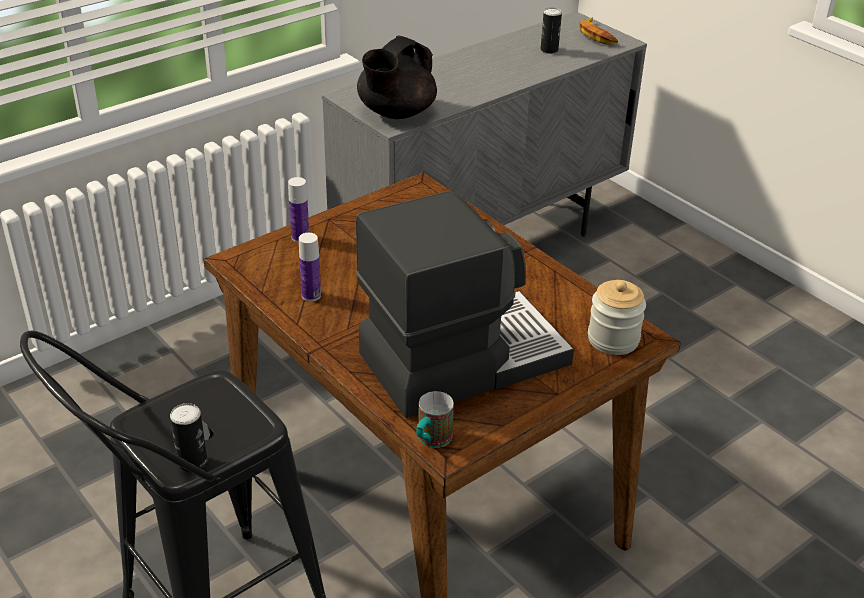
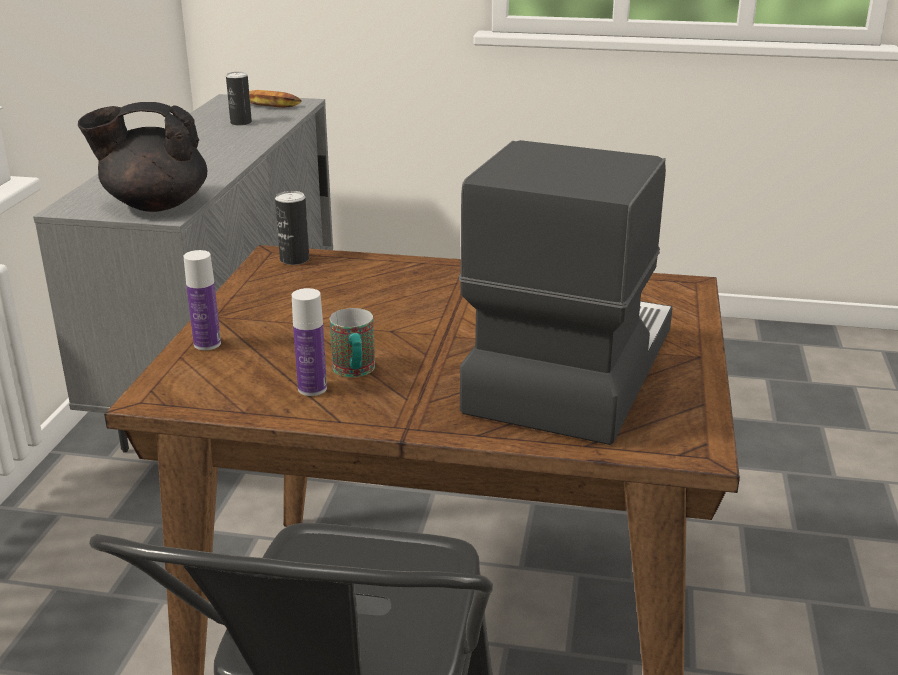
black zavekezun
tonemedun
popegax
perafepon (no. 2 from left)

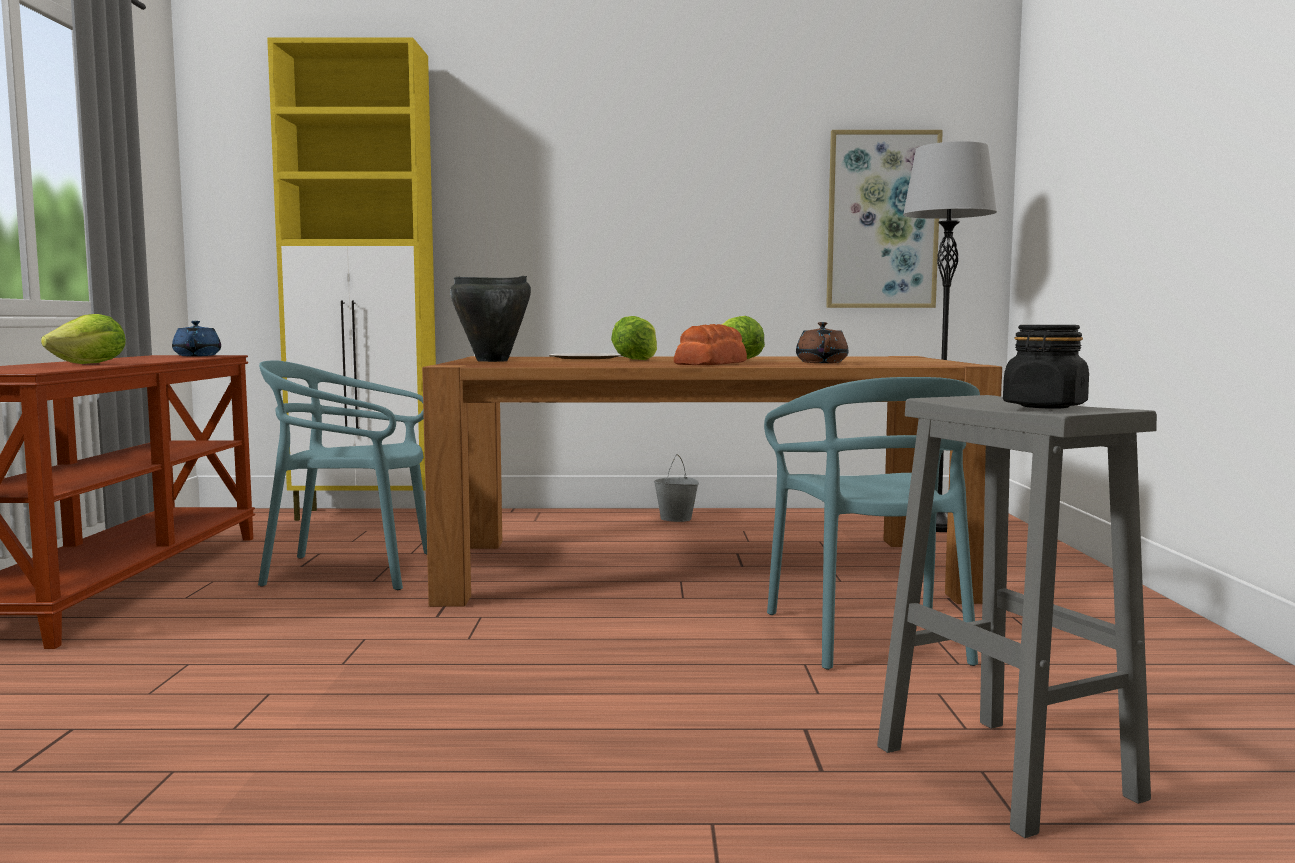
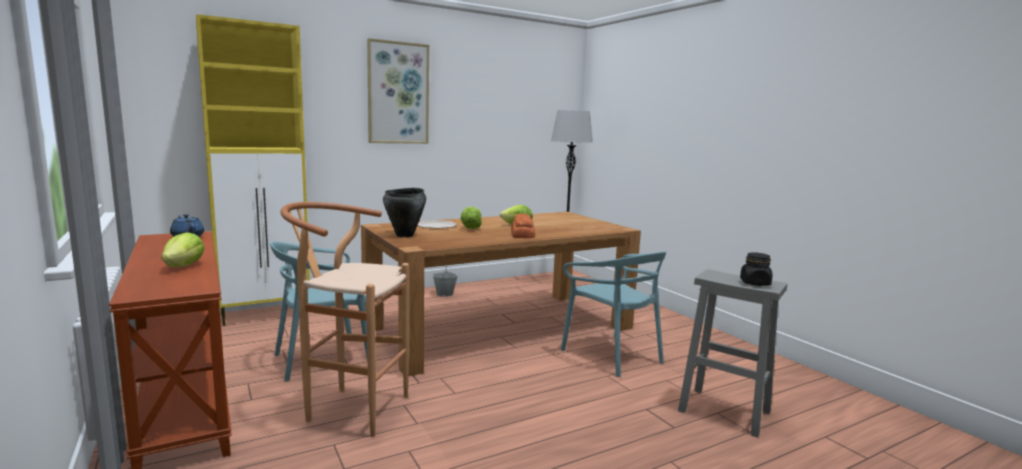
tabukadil
brown zavekezun
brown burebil

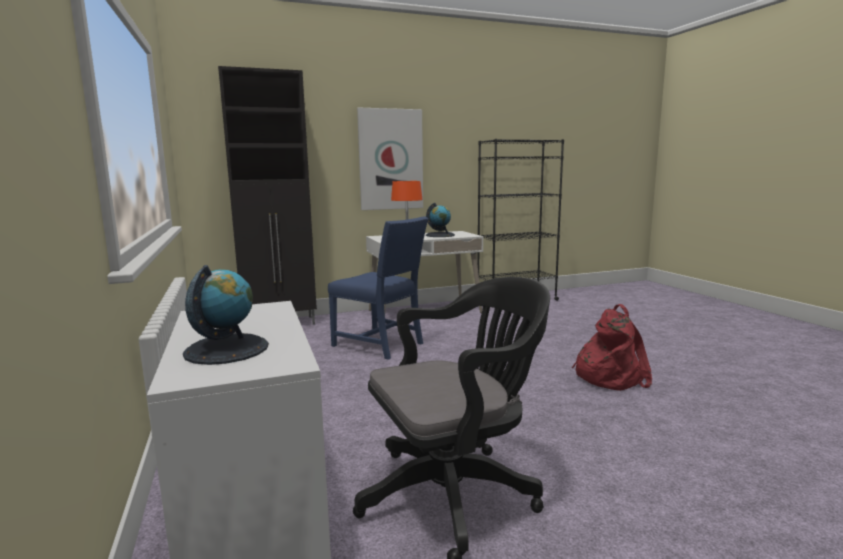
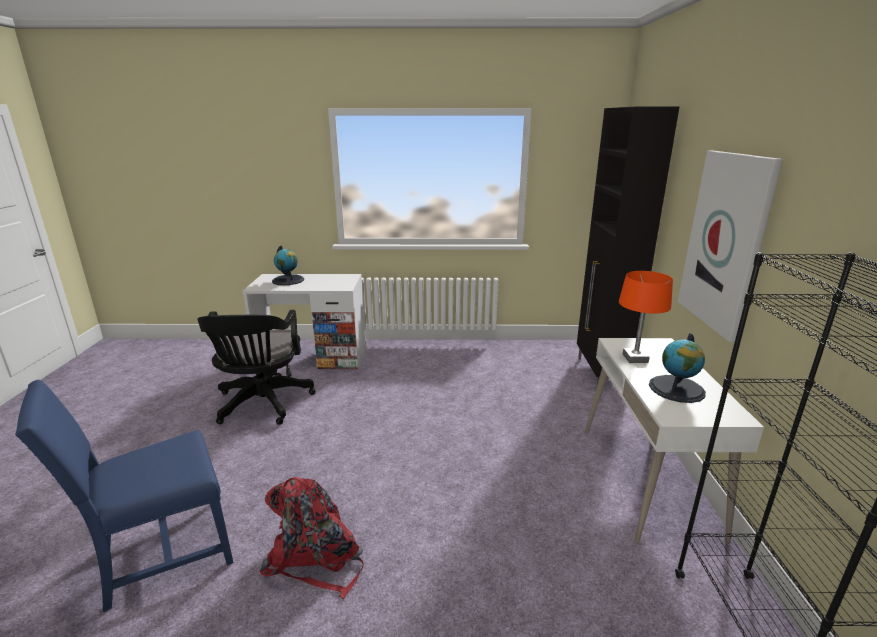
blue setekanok

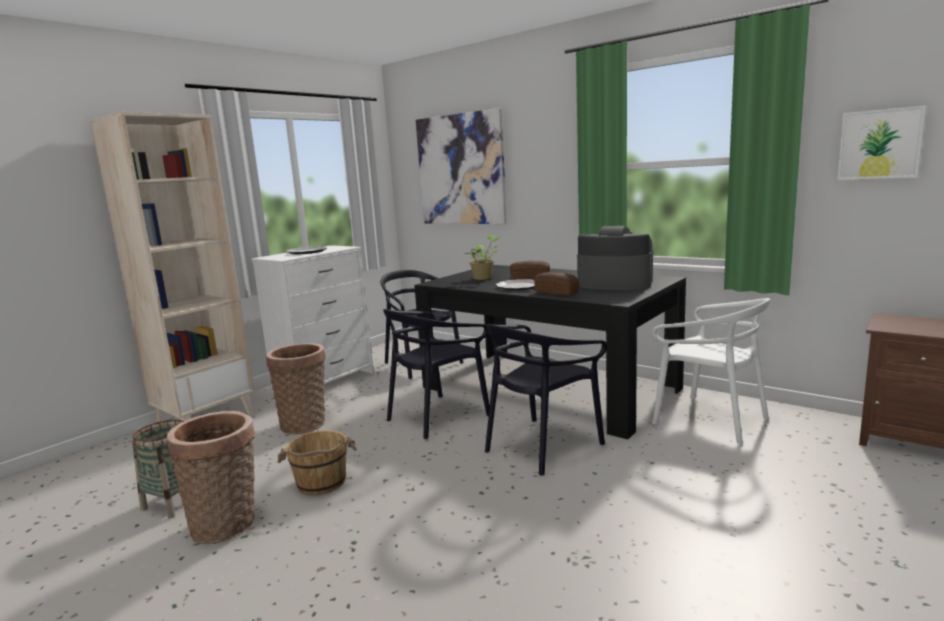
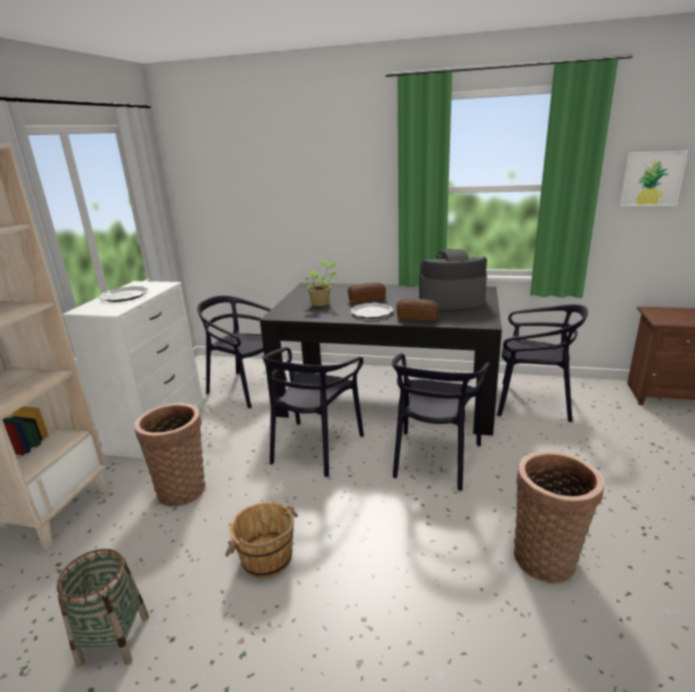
tabukadil (no. 1 from left in the first image)
black setekanok (no. 4 from left)
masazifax (no. 3 from left)

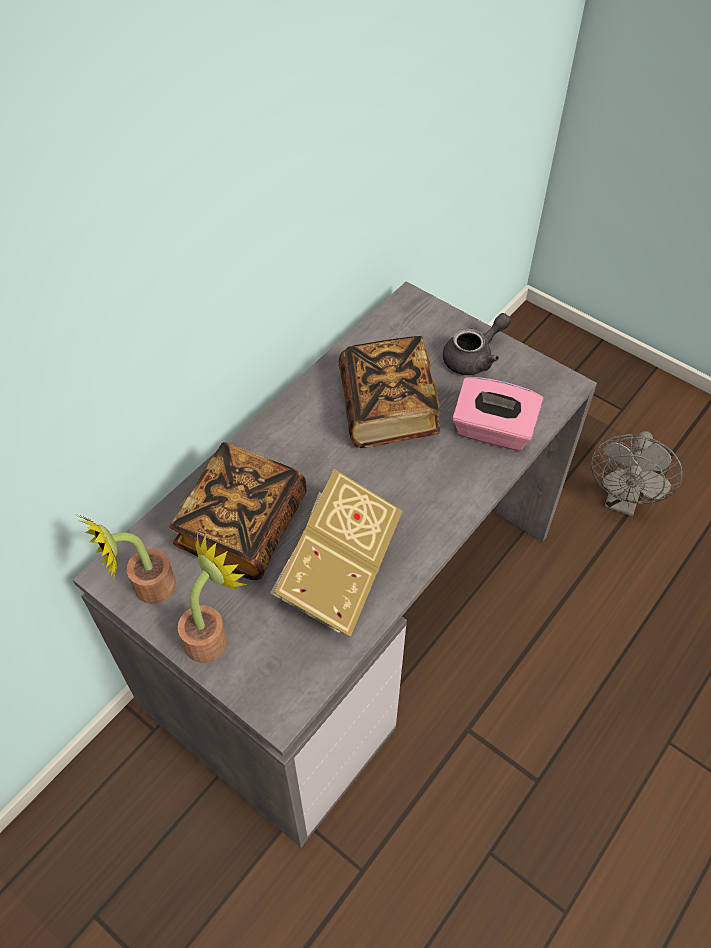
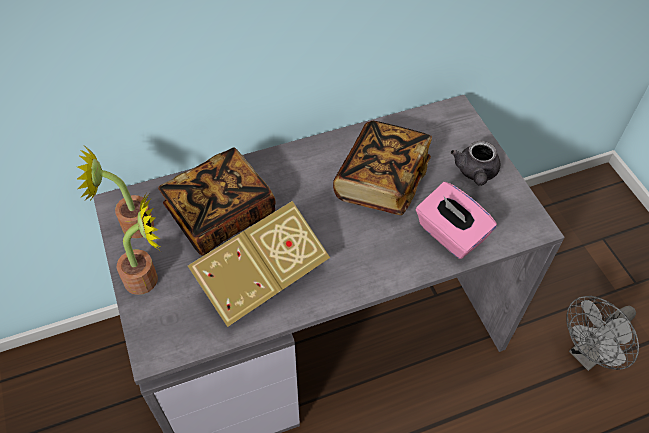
grey zavekezun

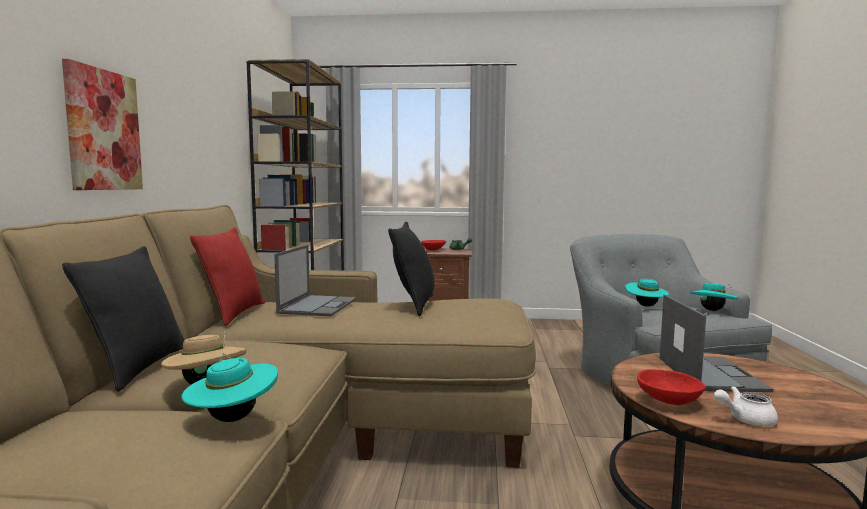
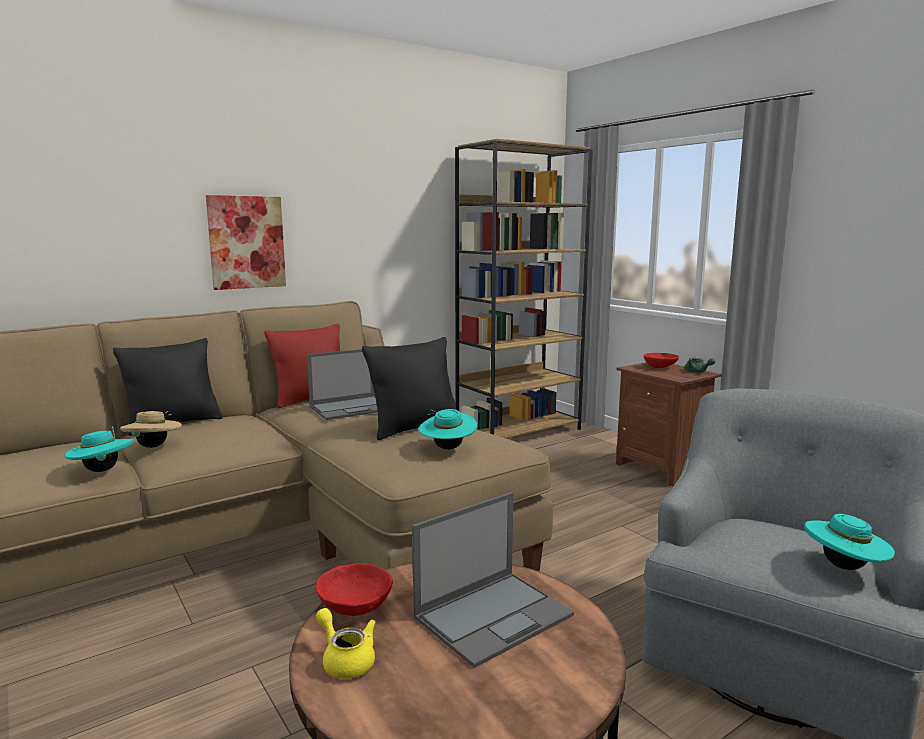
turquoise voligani (no. 2 from left)
yellow zavekezun

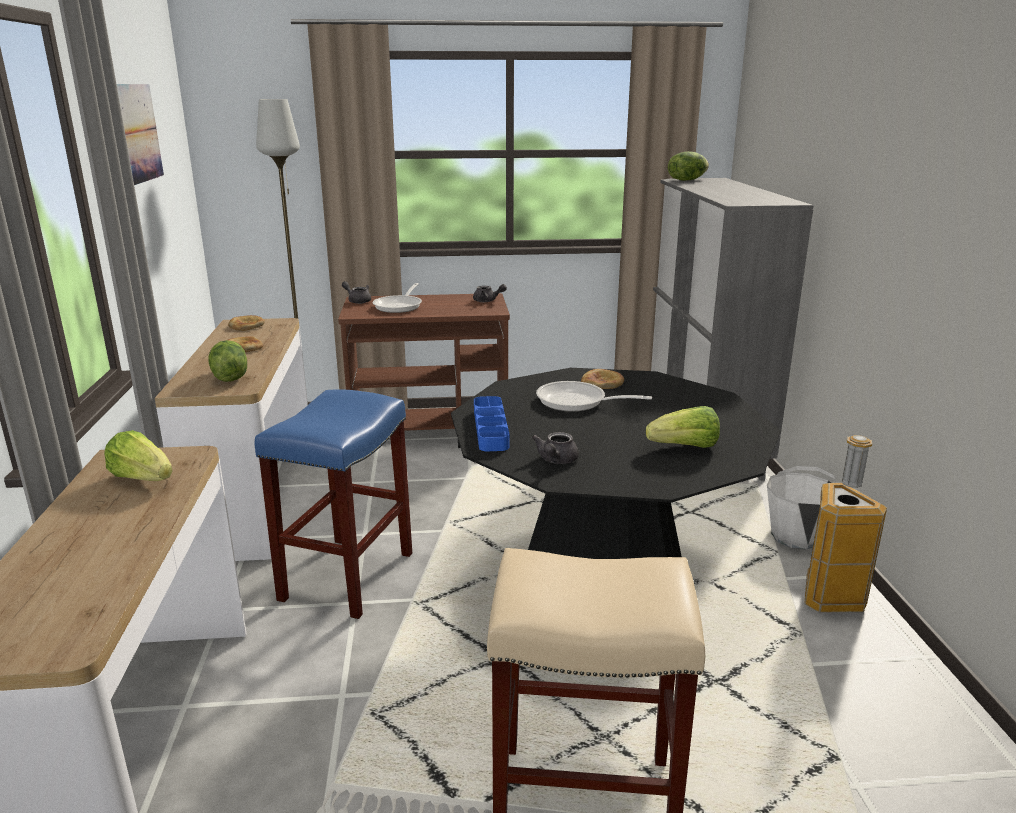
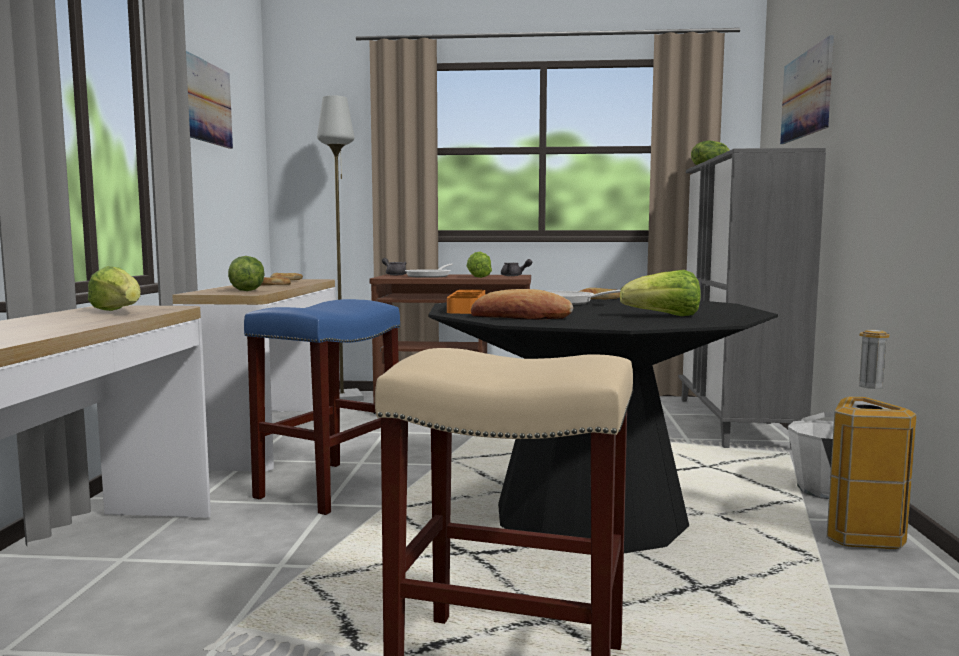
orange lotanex
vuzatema (no. 3 from left)
tabukadil (no. 2 from left)
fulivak (no. 3 from left)

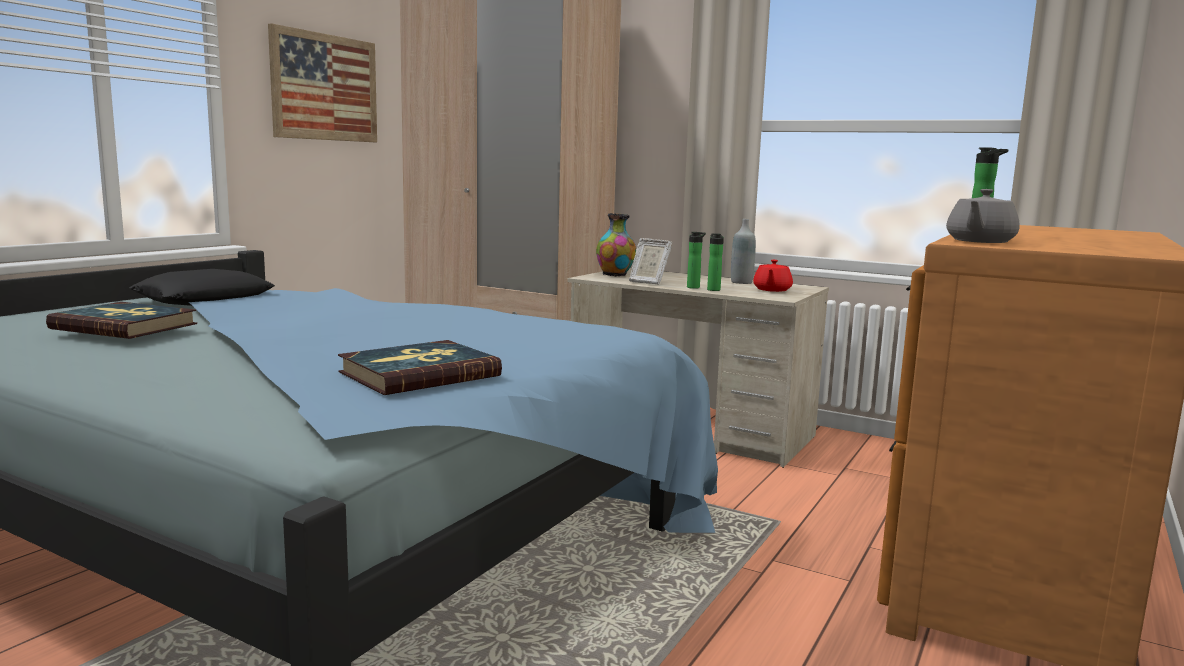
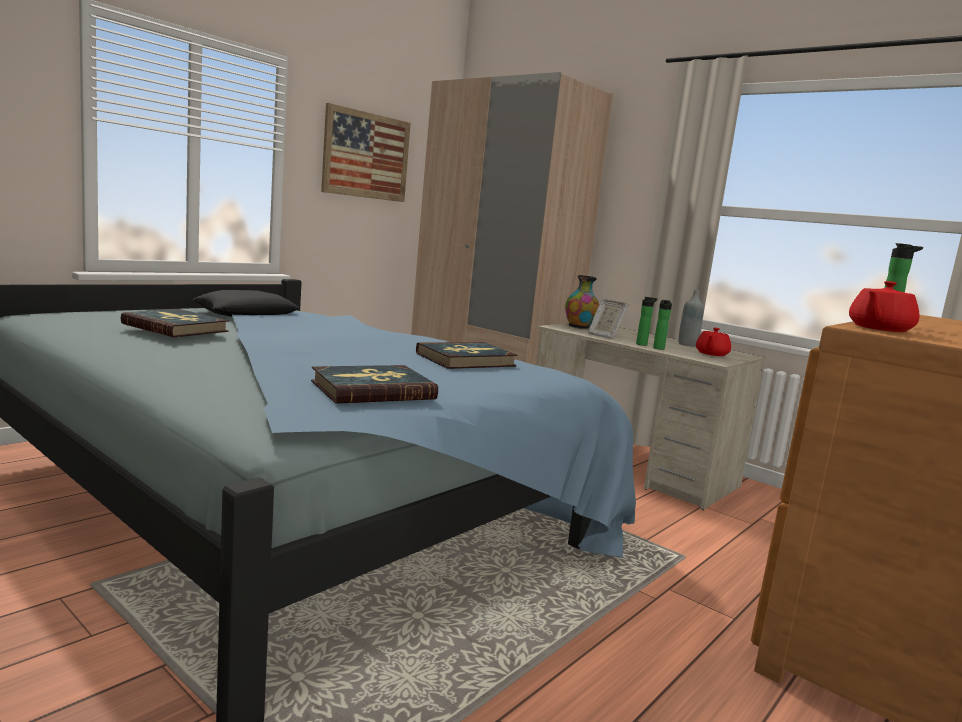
red zavekezun (no. 2 from left)
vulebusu (no. 3 from left)

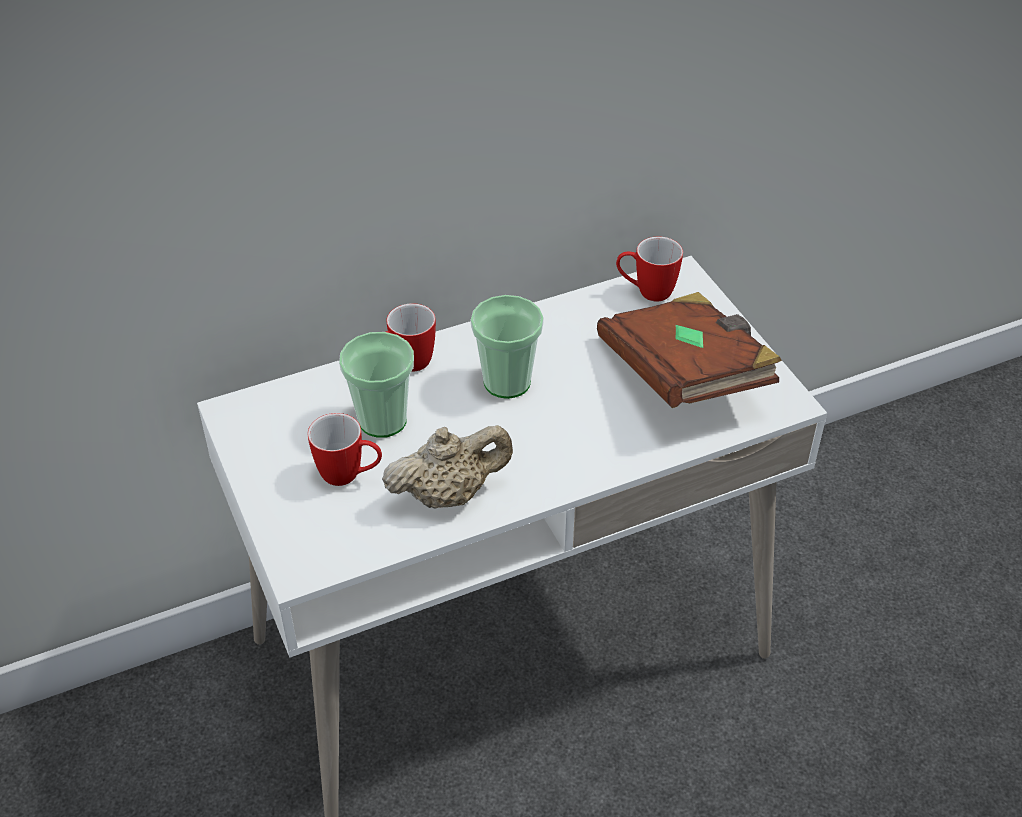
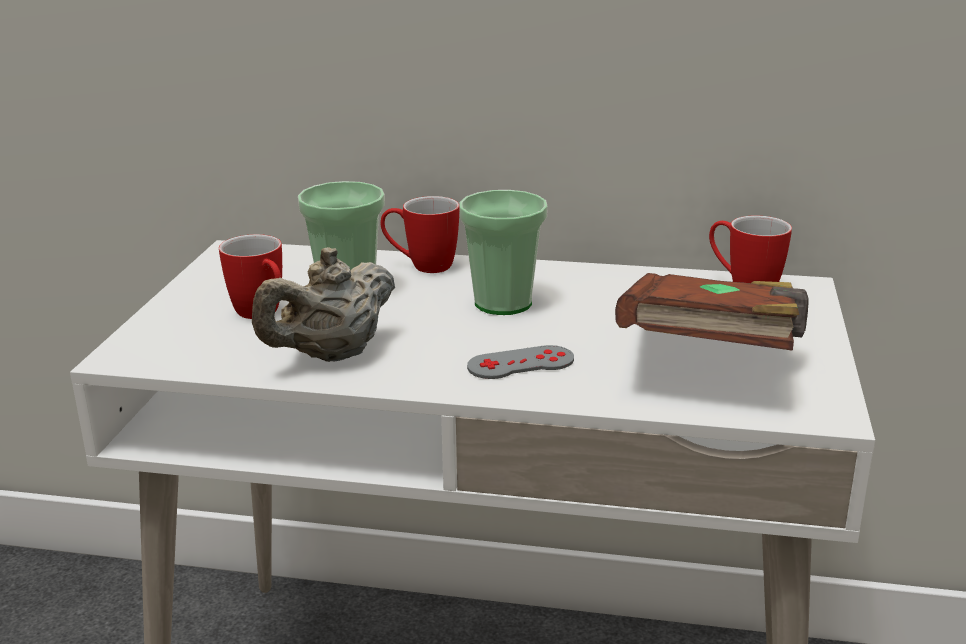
beige zavekezun
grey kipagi

